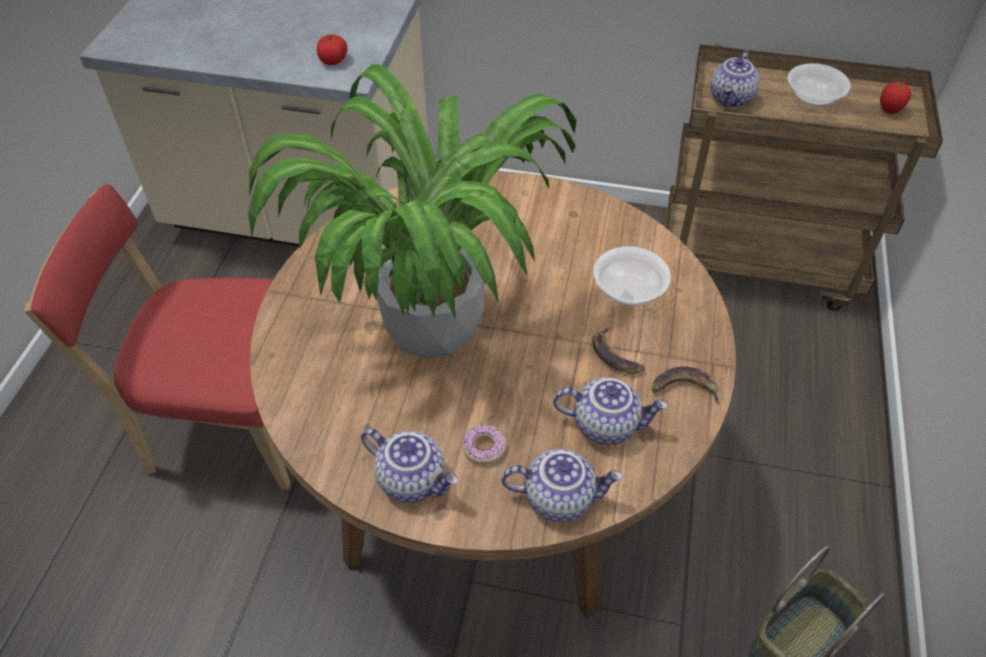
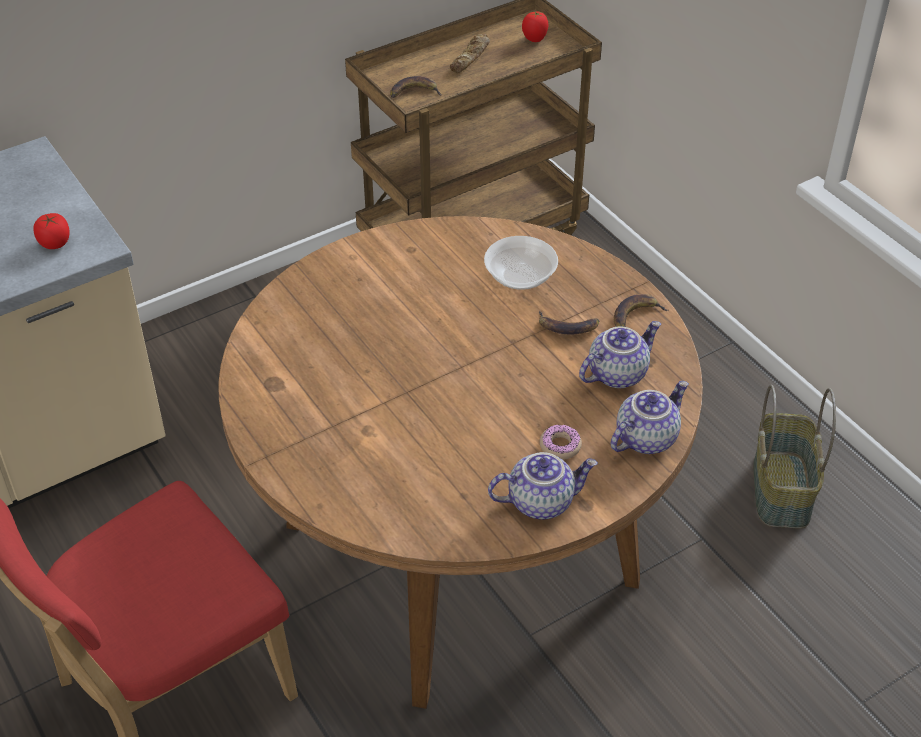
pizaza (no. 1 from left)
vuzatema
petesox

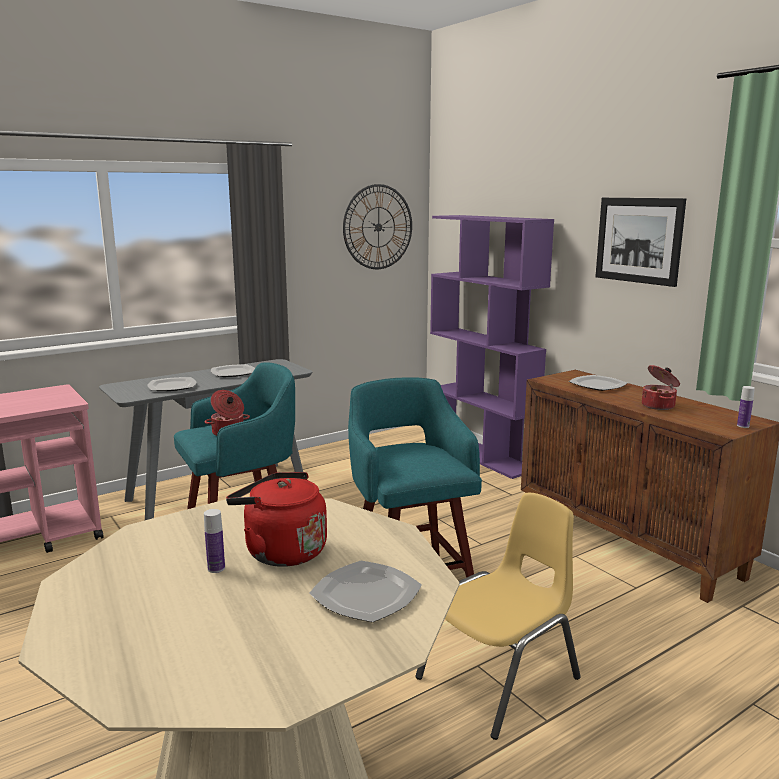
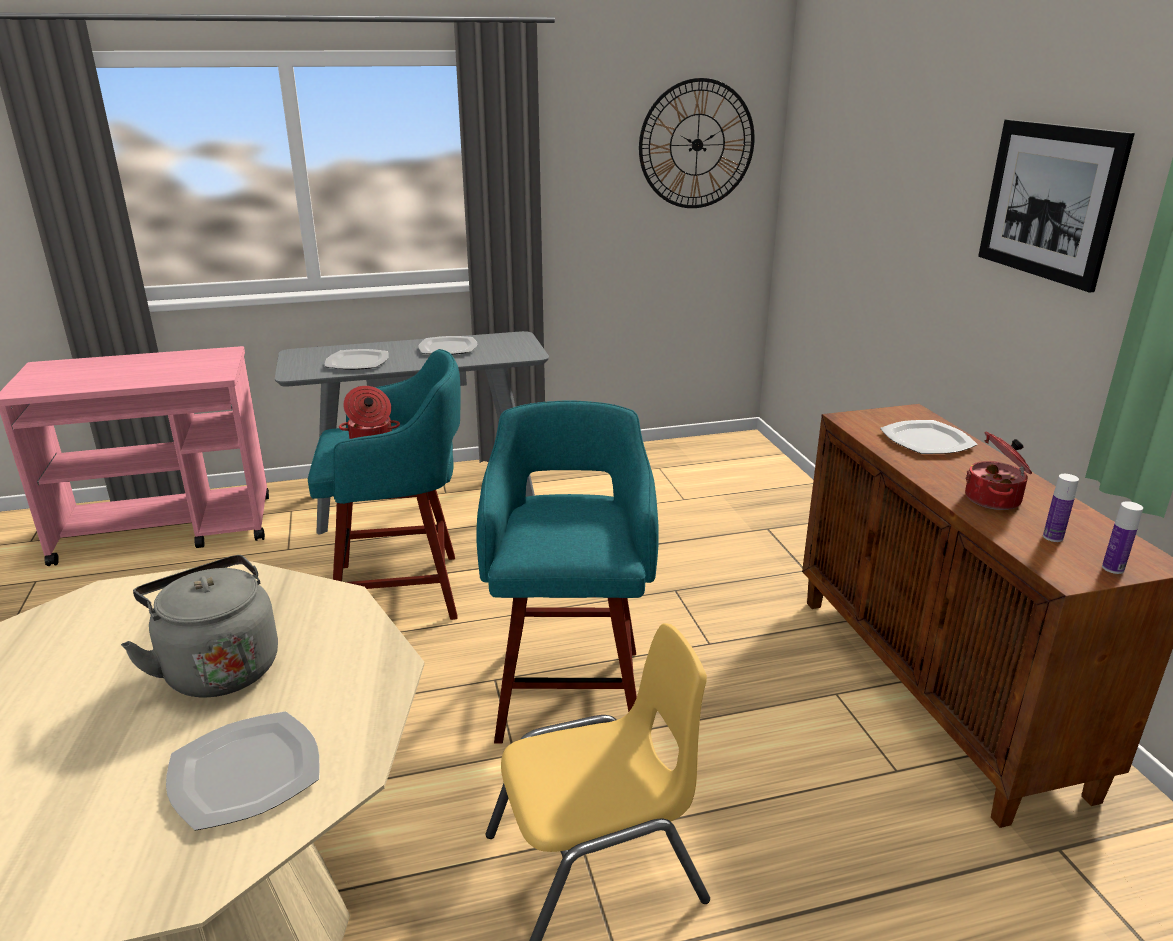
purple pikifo
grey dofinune
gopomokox (no. 1 from left)

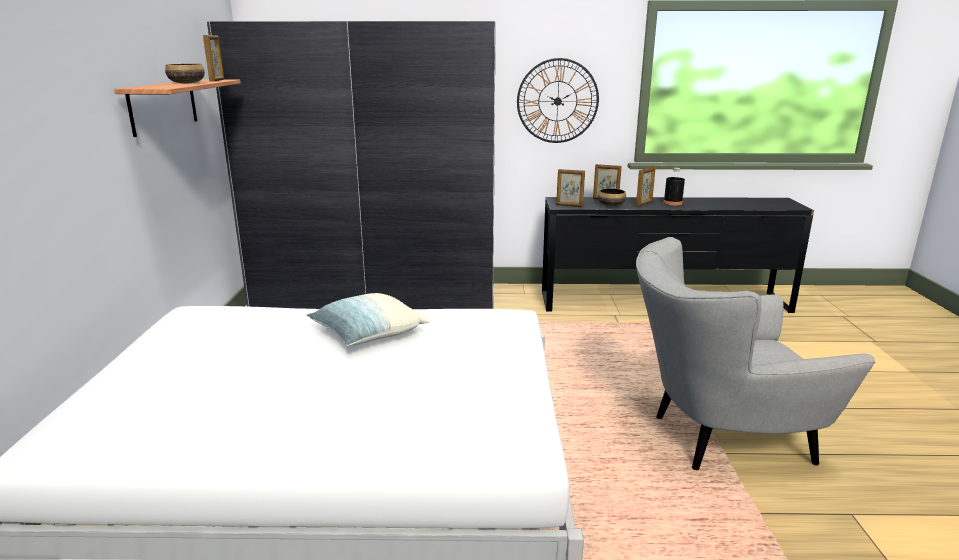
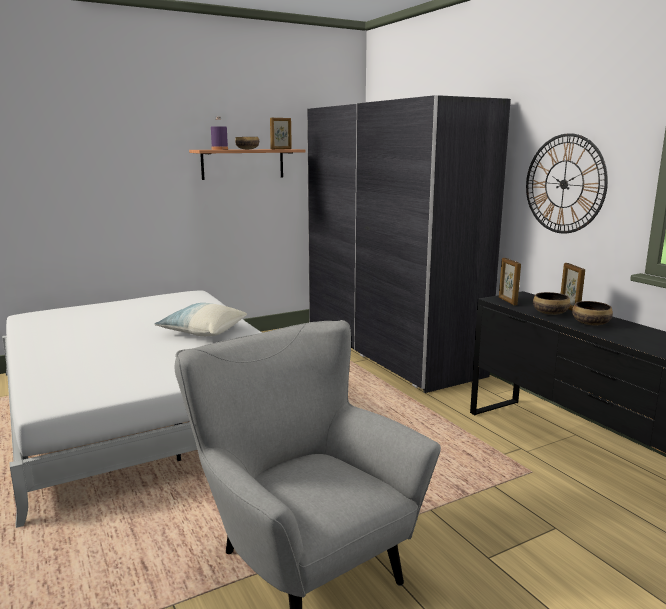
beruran (no. 3 from left)
black gopomokox
purple gopomokox

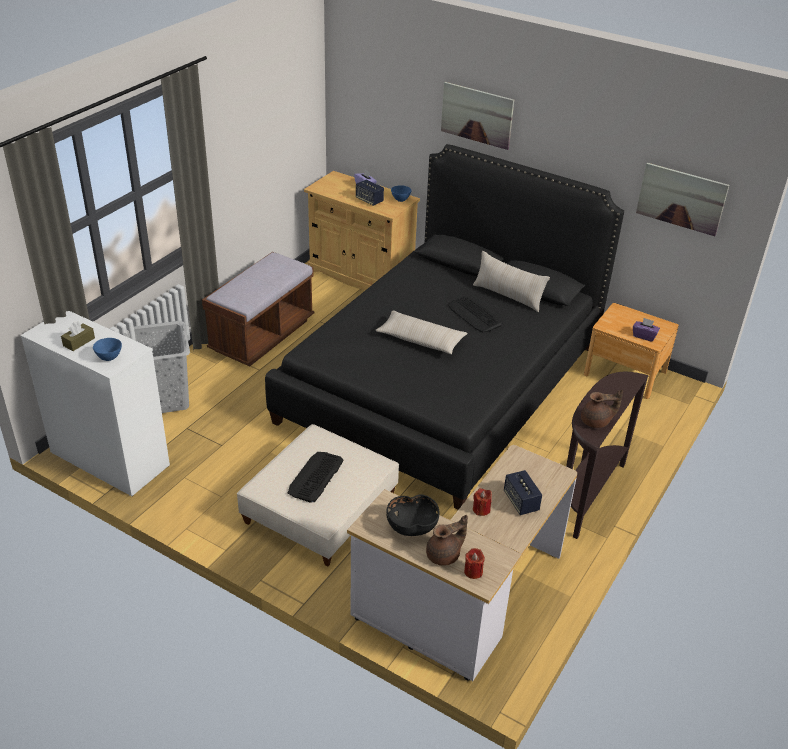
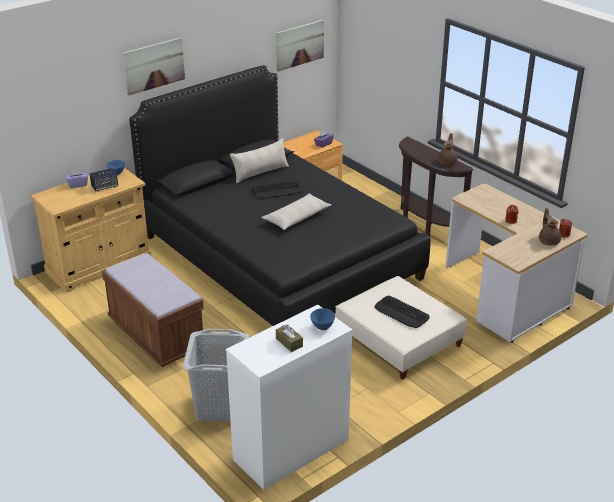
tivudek (no. 2 from left in the first image)
black beruran

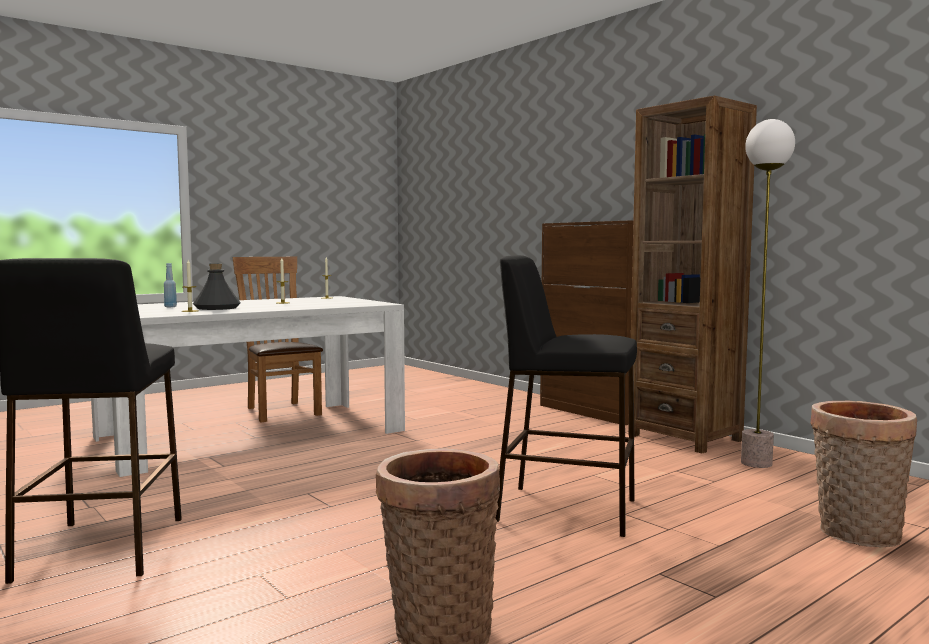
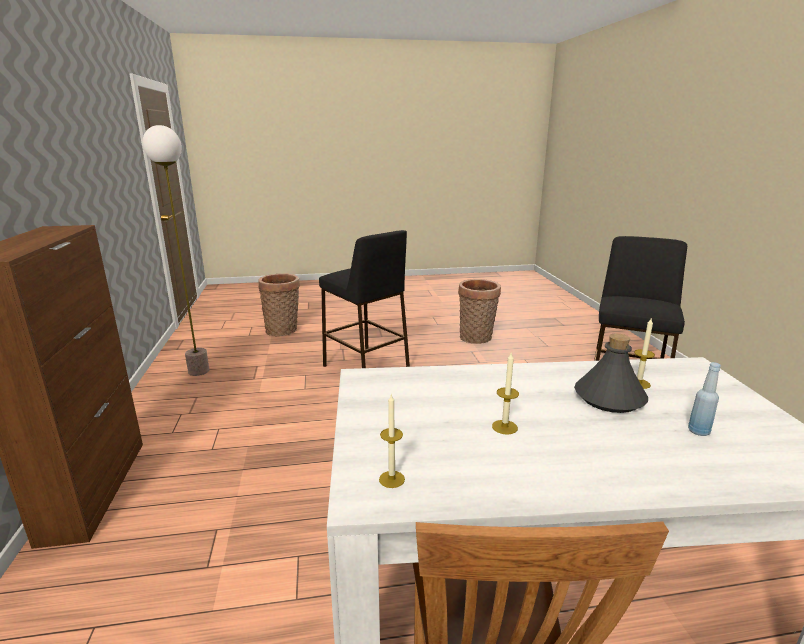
brown pikifo

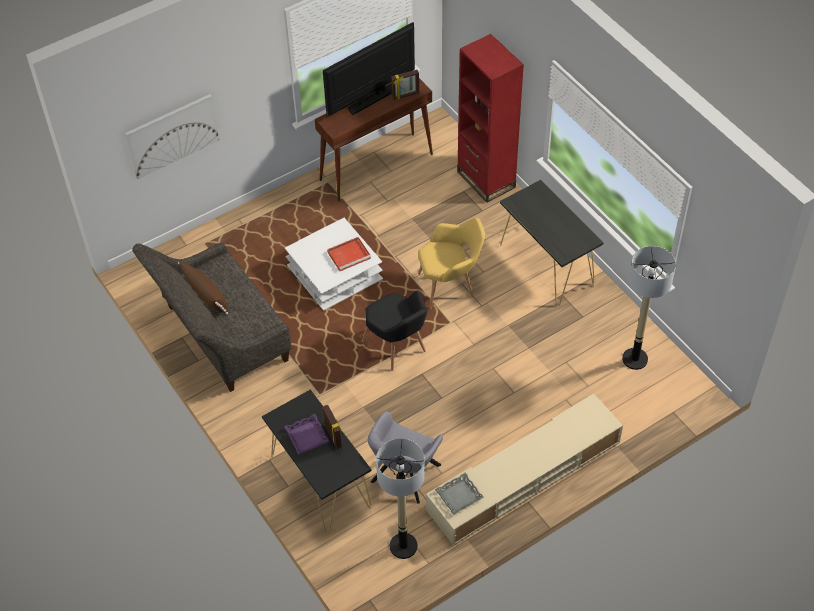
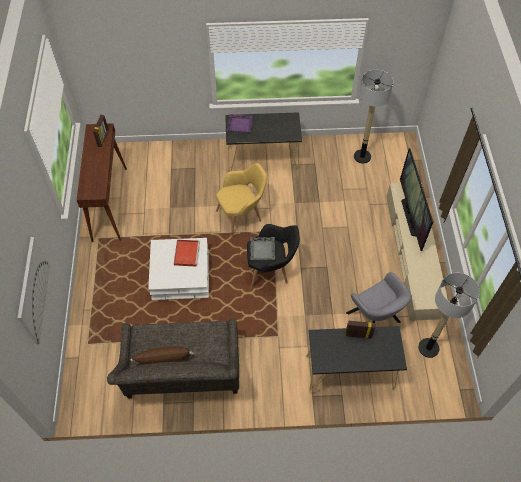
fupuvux
red pikifo
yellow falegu
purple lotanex
grey lotanex

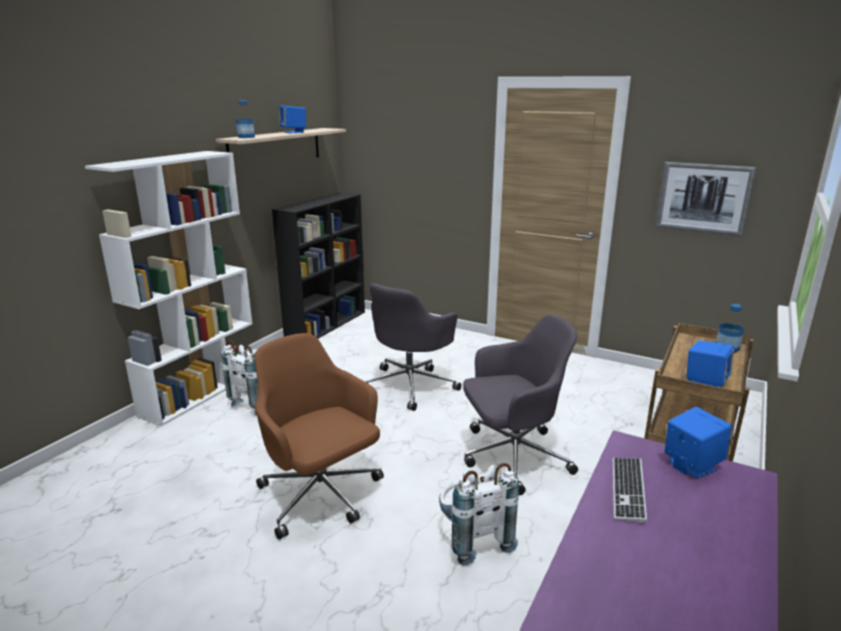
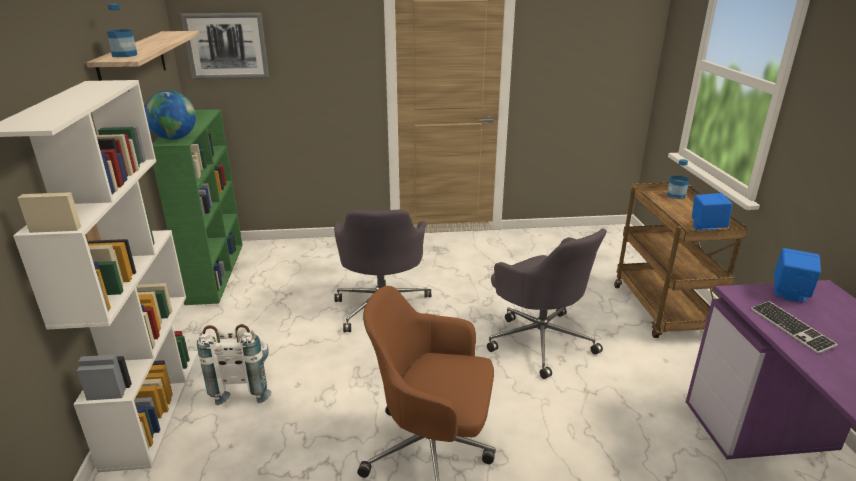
blue tivudek (no. 1 from left in the first image)
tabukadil
green pikifo
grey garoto (no. 2 from left)
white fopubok (no. 2 from left in the first image)
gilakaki

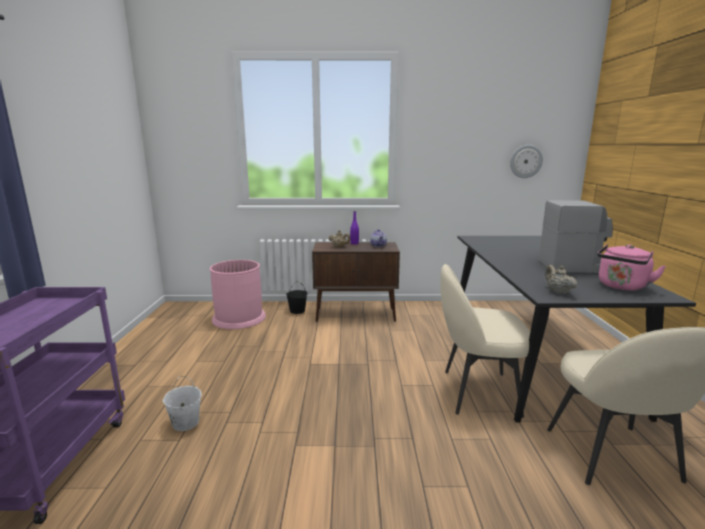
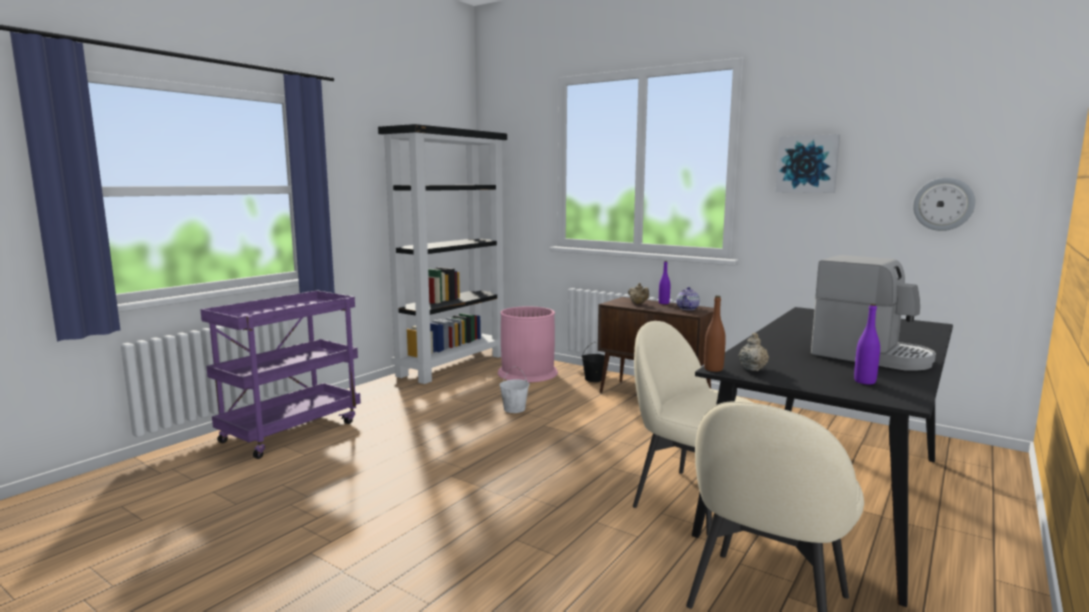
purple gopomokox (no. 2 from left)
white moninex
black pikifo
tabukadil
brown gopomokox

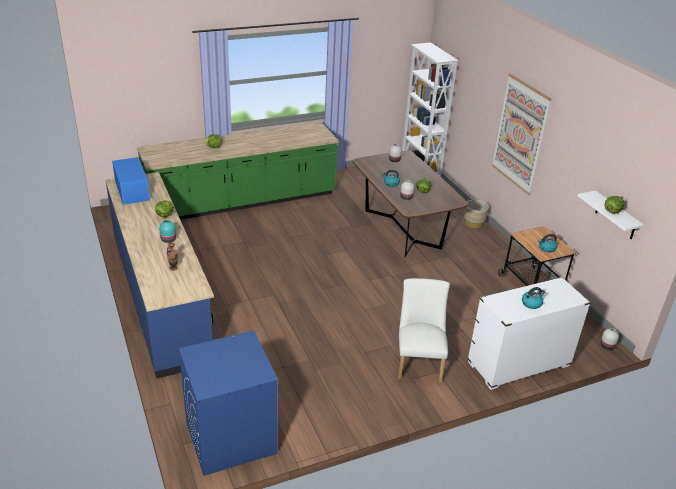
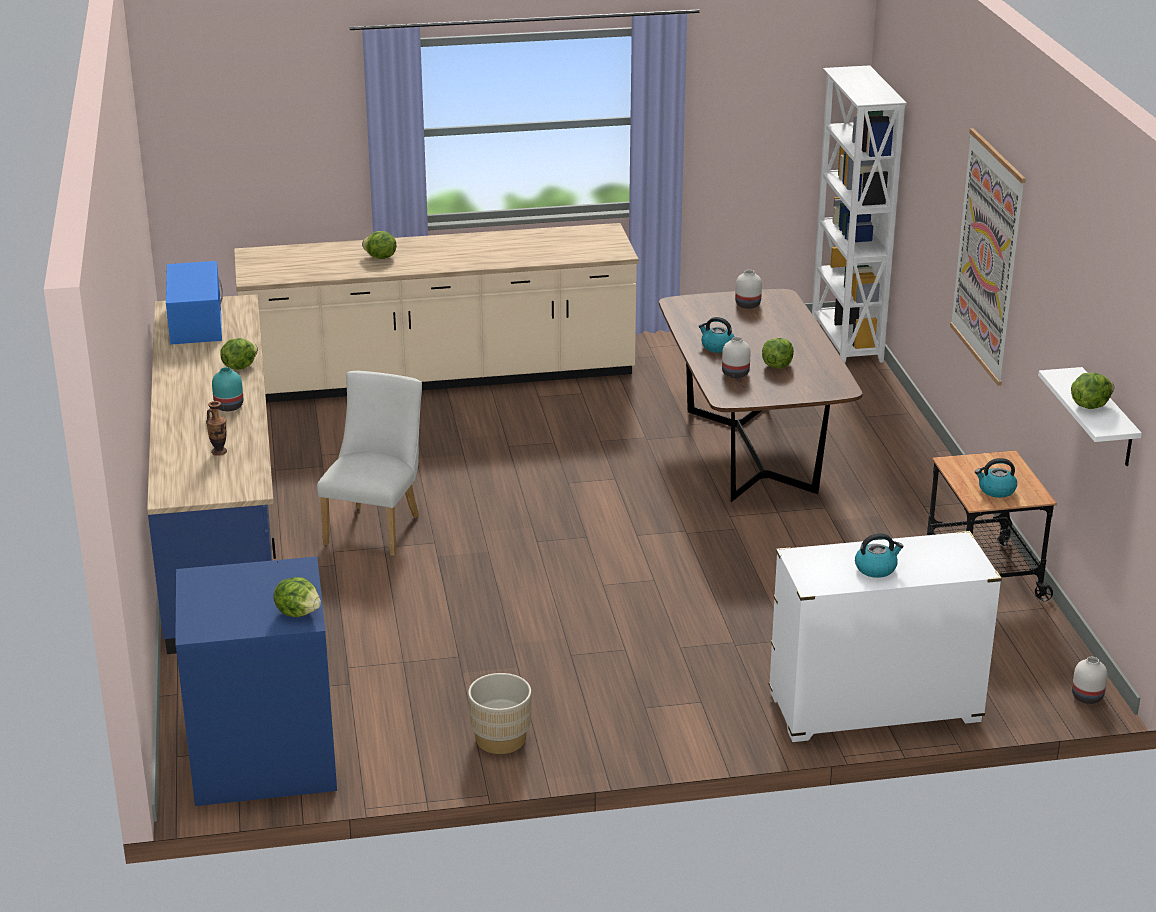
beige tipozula
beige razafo
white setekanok
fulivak (no. 2 from left)

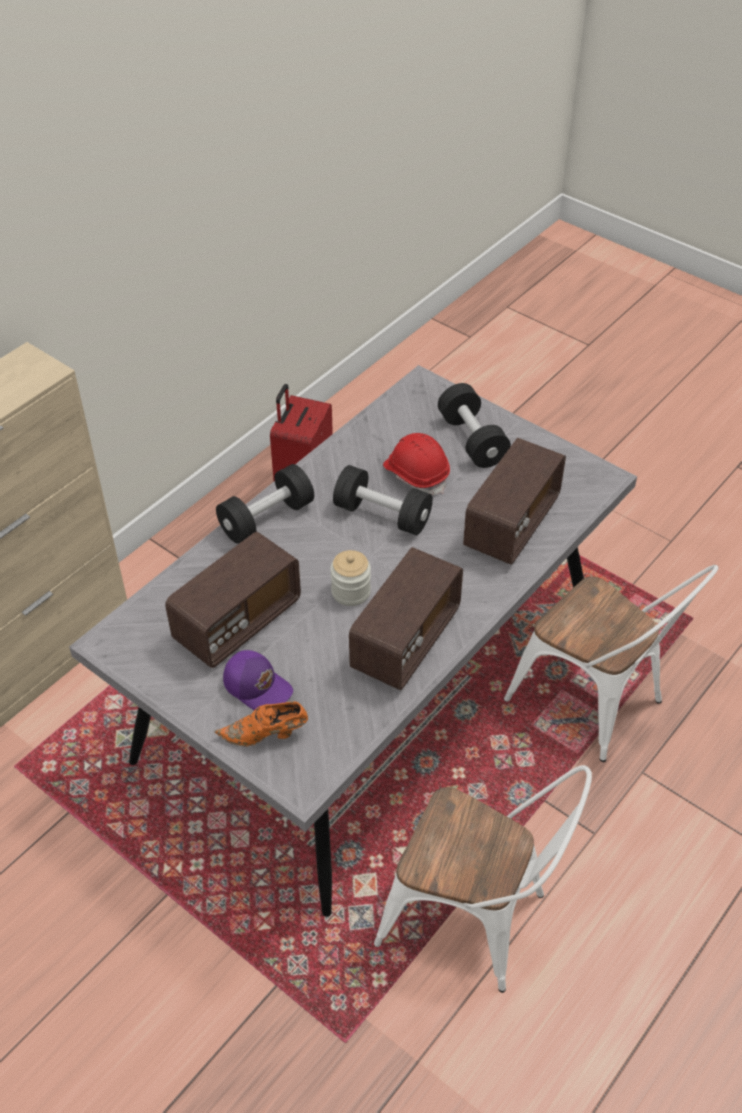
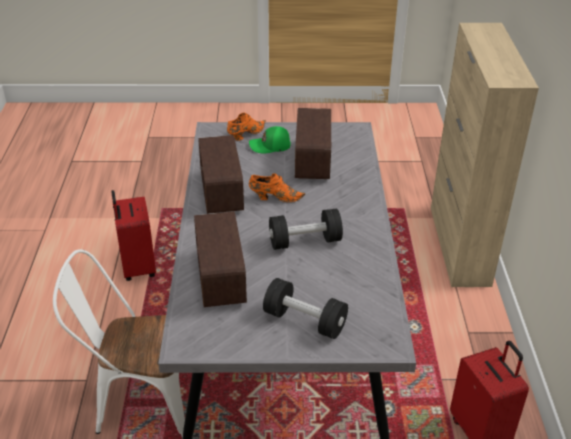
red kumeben
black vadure (no. 1 from left in the first image)
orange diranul (no. 2 from left)
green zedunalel
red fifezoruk (no. 1 from left)

